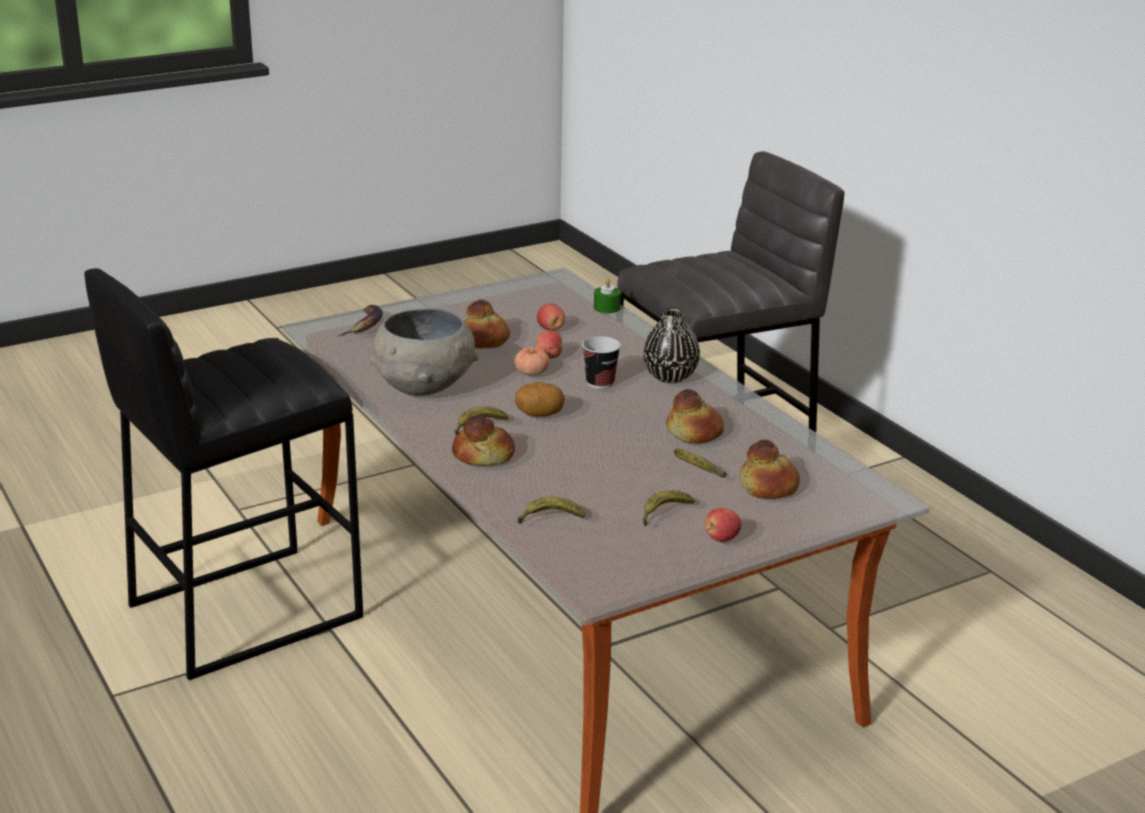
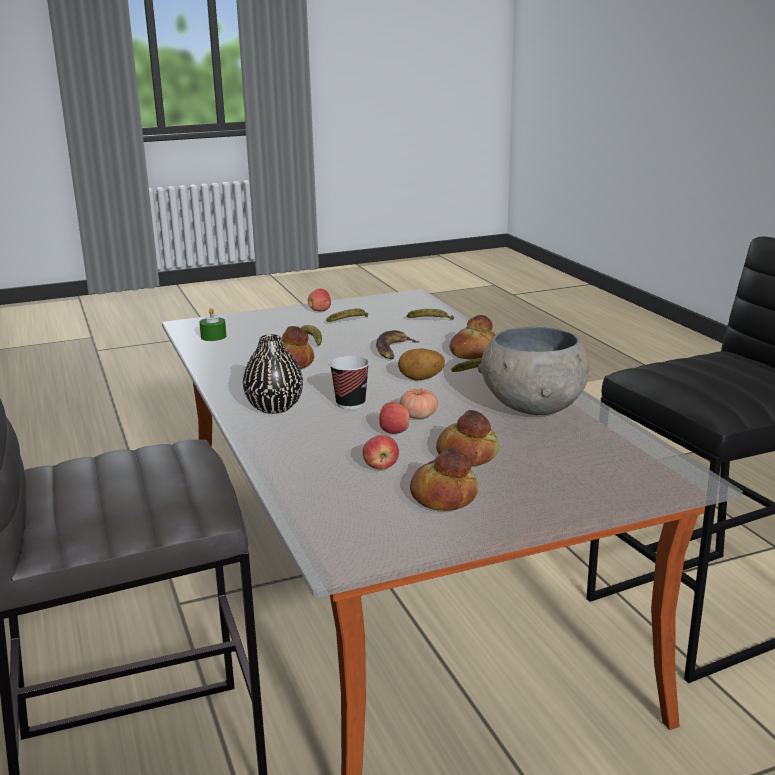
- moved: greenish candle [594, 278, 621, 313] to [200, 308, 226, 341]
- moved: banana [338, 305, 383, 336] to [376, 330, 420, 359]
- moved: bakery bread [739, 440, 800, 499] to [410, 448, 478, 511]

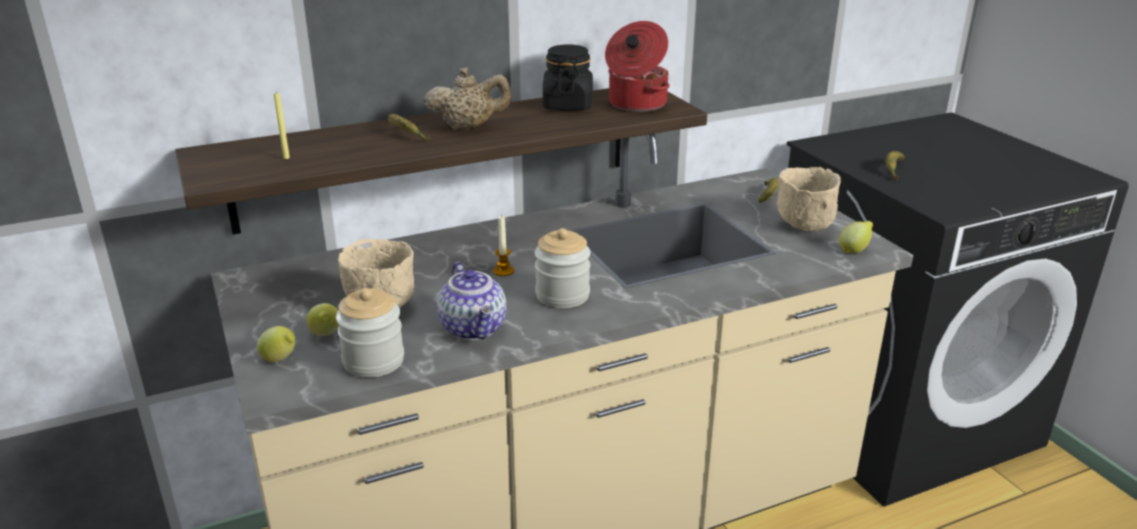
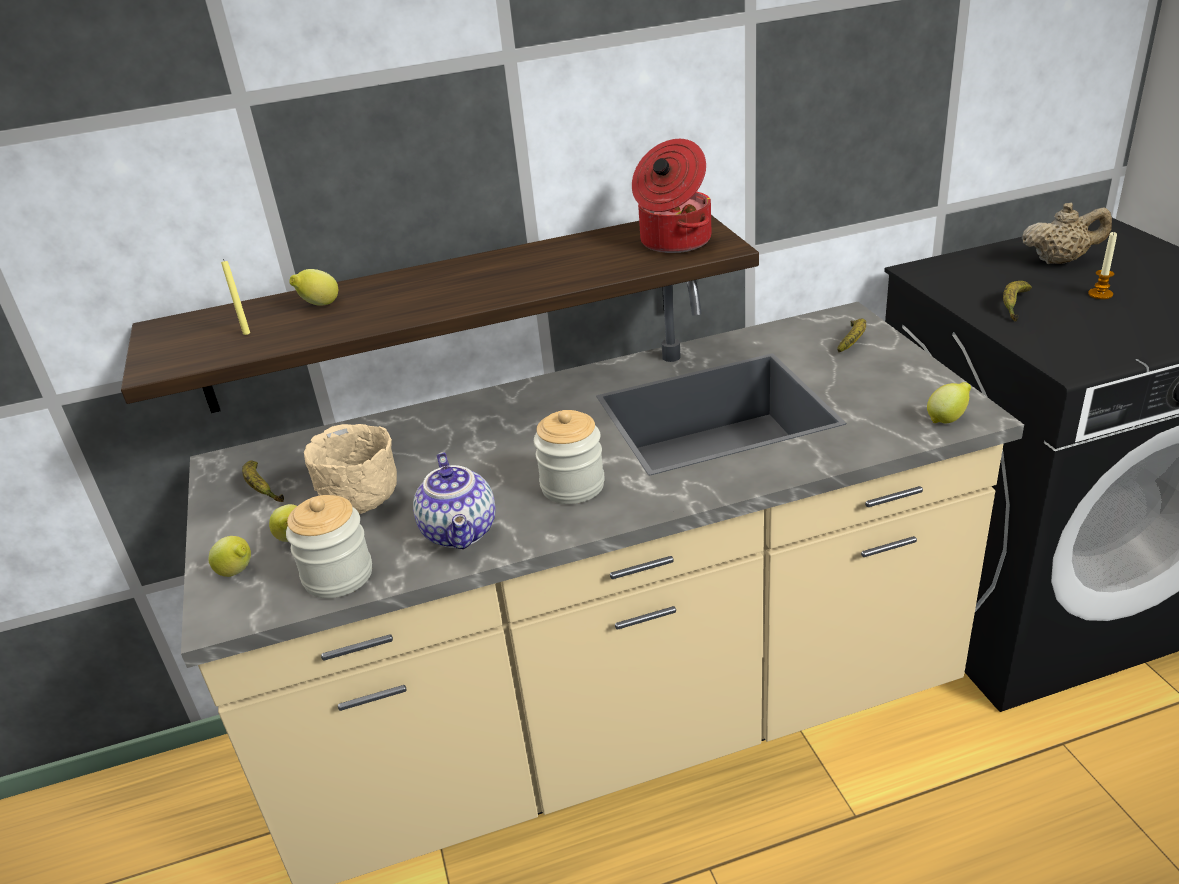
- removed: black-coloured storage jar [543, 44, 593, 110]
- moved: sand-coloured tea pot [424, 68, 511, 130] to [1022, 203, 1112, 264]
- moved: banana [388, 114, 431, 142] to [242, 460, 284, 502]
- removed: sand-coloured deep dish [777, 167, 841, 231]
- moved: candle [493, 215, 514, 276] to [1088, 232, 1117, 299]
- added: citrus fruit [289, 269, 338, 306]

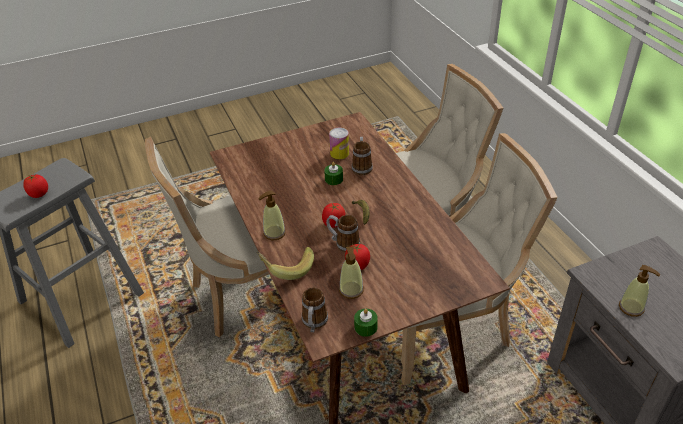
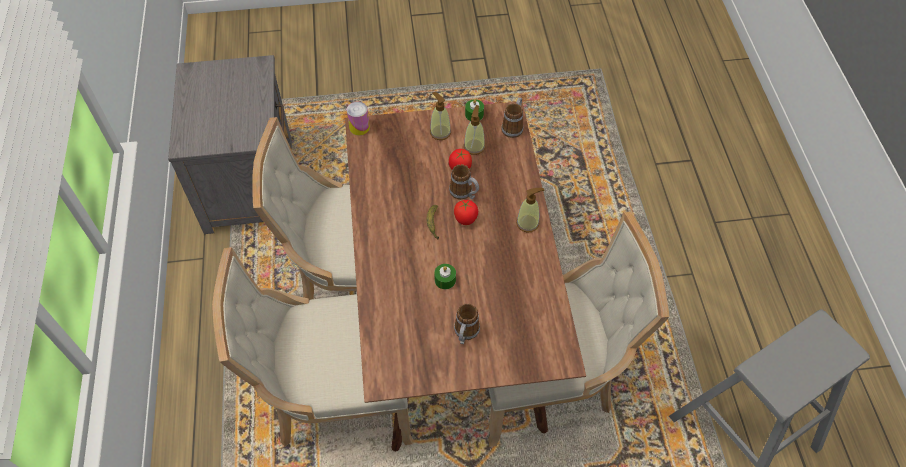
- moved: sealed can [329, 128, 349, 160] to [347, 101, 370, 136]
- moved: mug [352, 137, 373, 175] to [454, 303, 480, 344]
- removed: fresh tomato [23, 174, 48, 198]
- removed: banana [256, 247, 314, 280]
- moved: soap bottle [619, 265, 660, 317] to [430, 92, 451, 140]

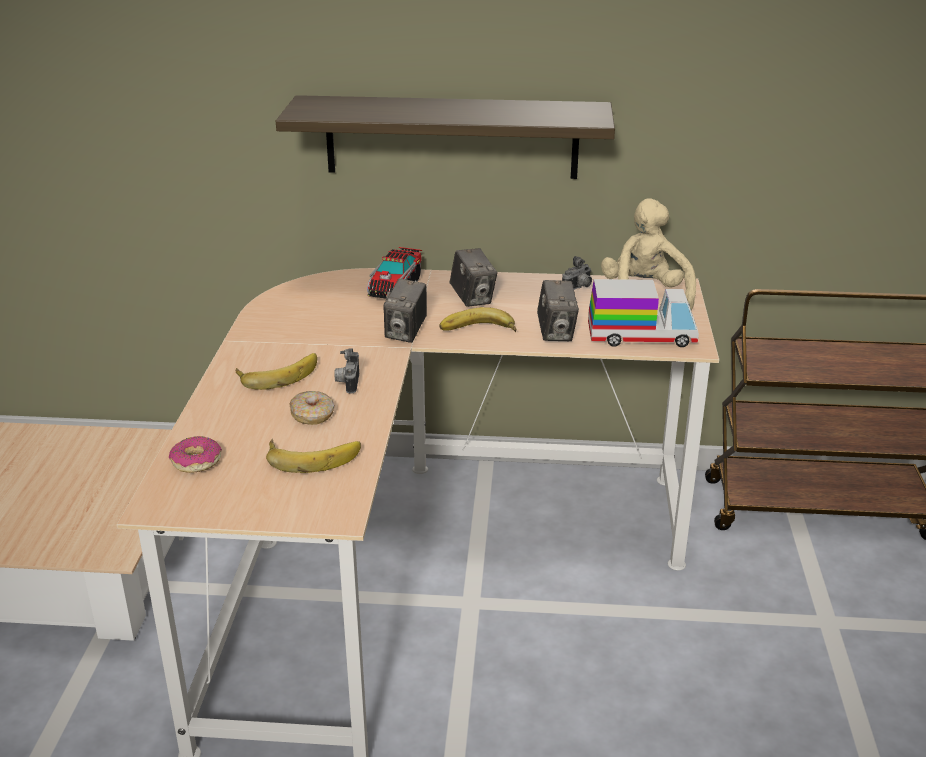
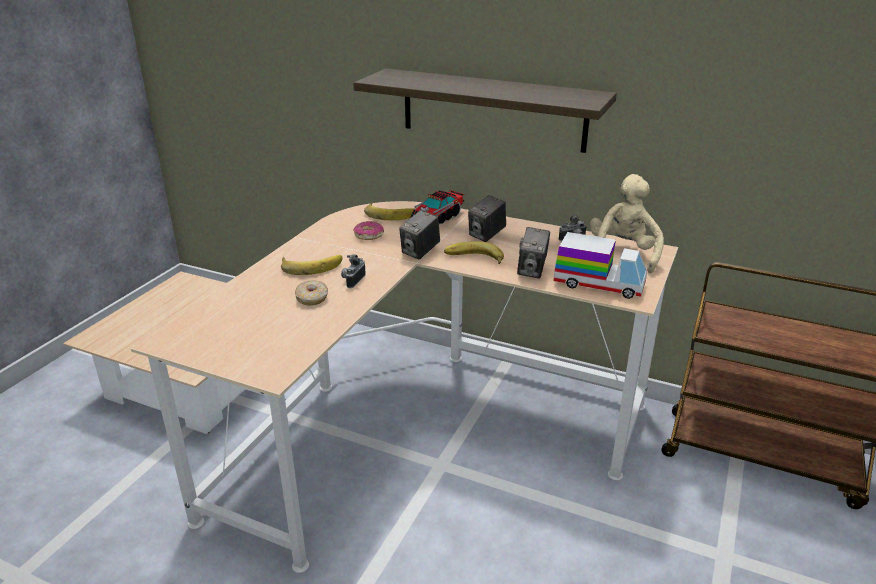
- turned: still camera [450, 248, 497, 307] = [468, 195, 506, 242] 45 degrees clockwise
- moved: doughnut [169, 436, 222, 473] to [353, 221, 384, 240]
- moved: banana [266, 439, 361, 473] to [364, 202, 414, 220]

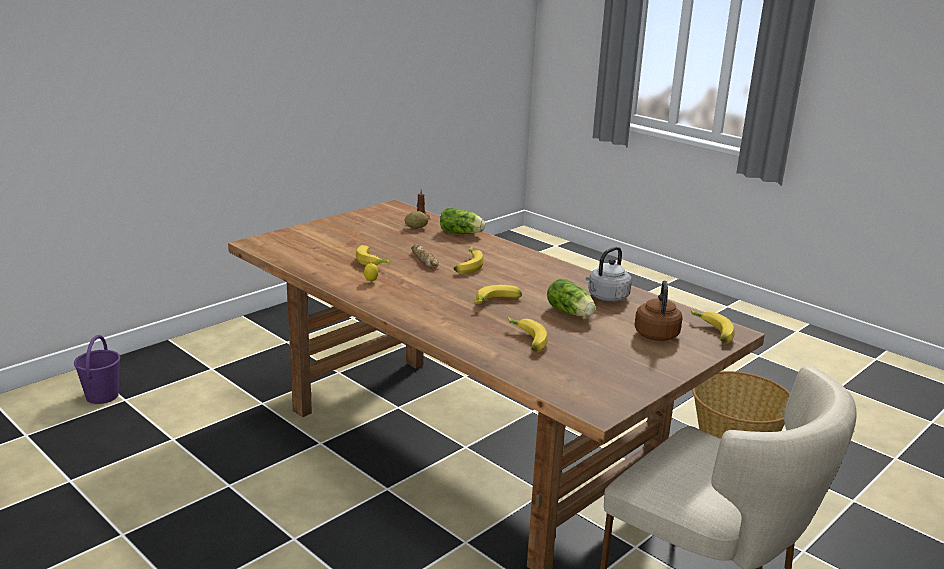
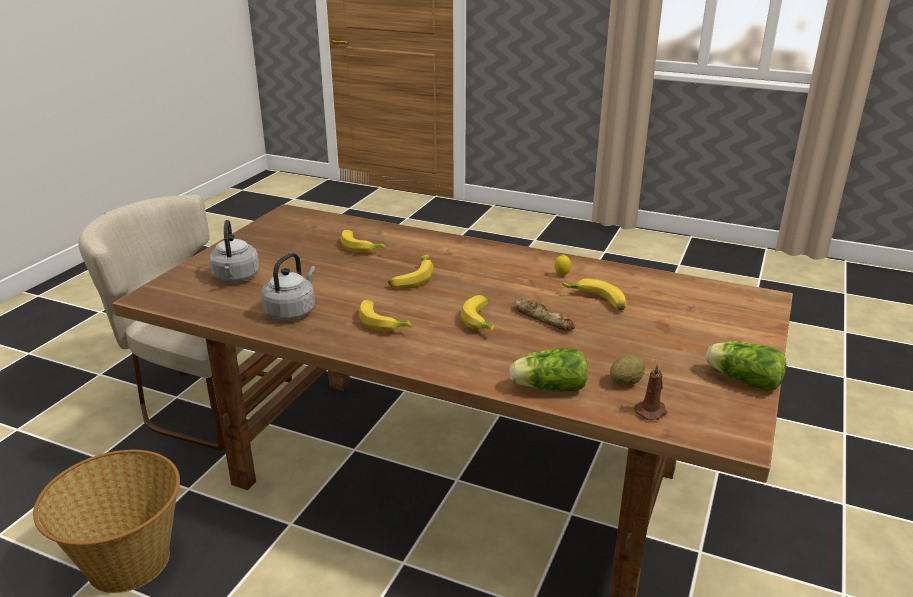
- moved: lettuce [547, 278, 596, 317] to [706, 341, 786, 391]
- recoloured: brownish water kettle [635, 280, 683, 341] to gray water kettle [209, 220, 259, 283]
- moved: banana [691, 310, 735, 344] to [359, 300, 412, 332]
- removed: purple bucket [74, 335, 120, 404]

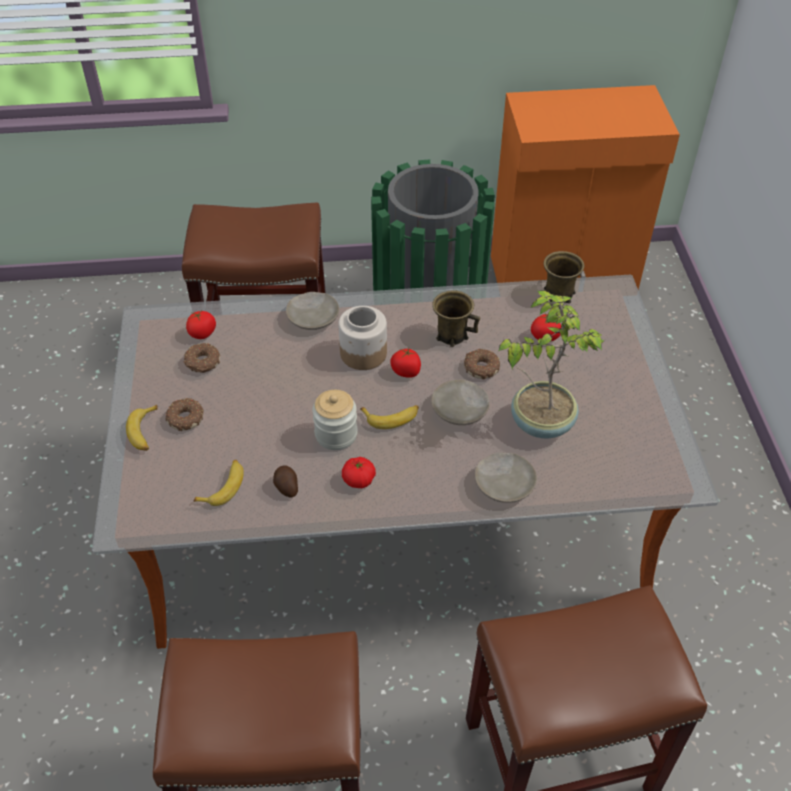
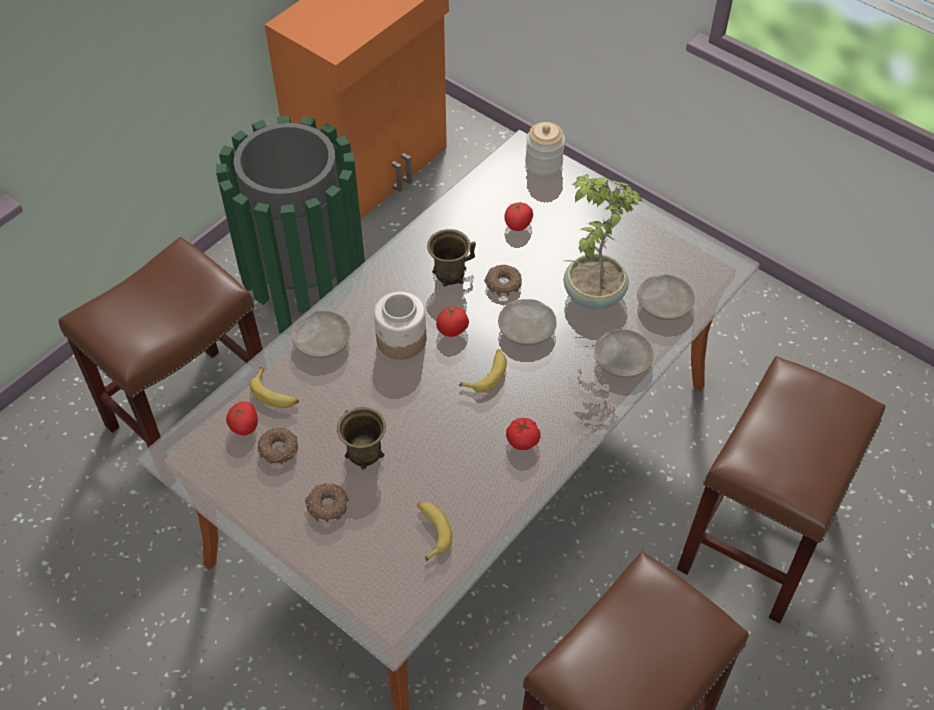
- moved: brownish mug [544, 251, 584, 303] to [337, 407, 386, 469]
- moved: storage jar [312, 390, 358, 450] to [525, 122, 565, 176]
- moved: banana [126, 405, 158, 451] to [250, 367, 299, 408]
- removed: whole potato [273, 465, 298, 497]
- added: sand-coloured flat dish [637, 274, 695, 320]

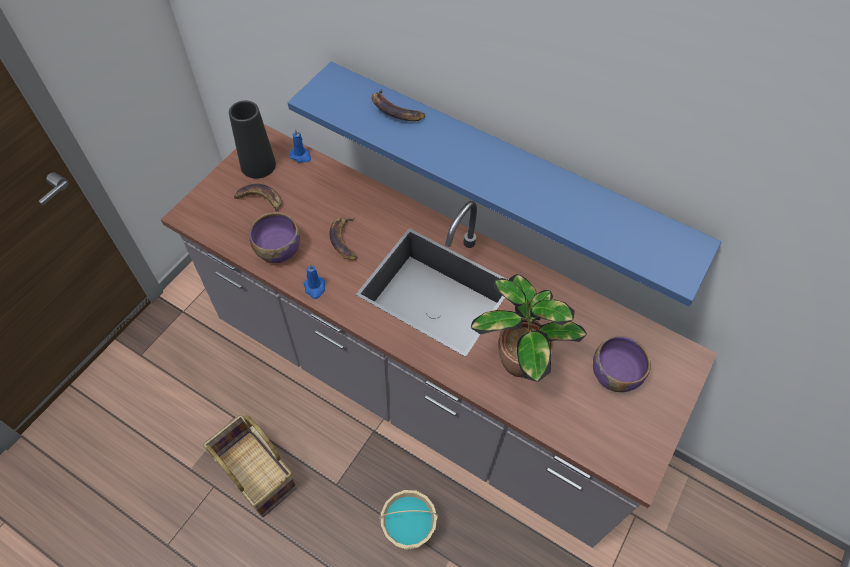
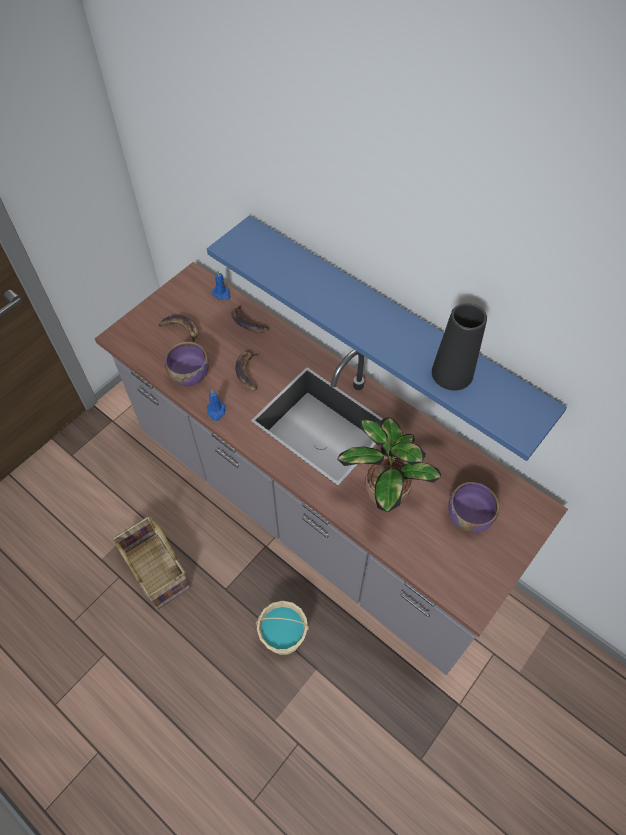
- moved: banana [372, 89, 425, 121] to [231, 304, 269, 333]
- moved: black-coloured flower vase [229, 101, 276, 179] to [432, 303, 487, 391]

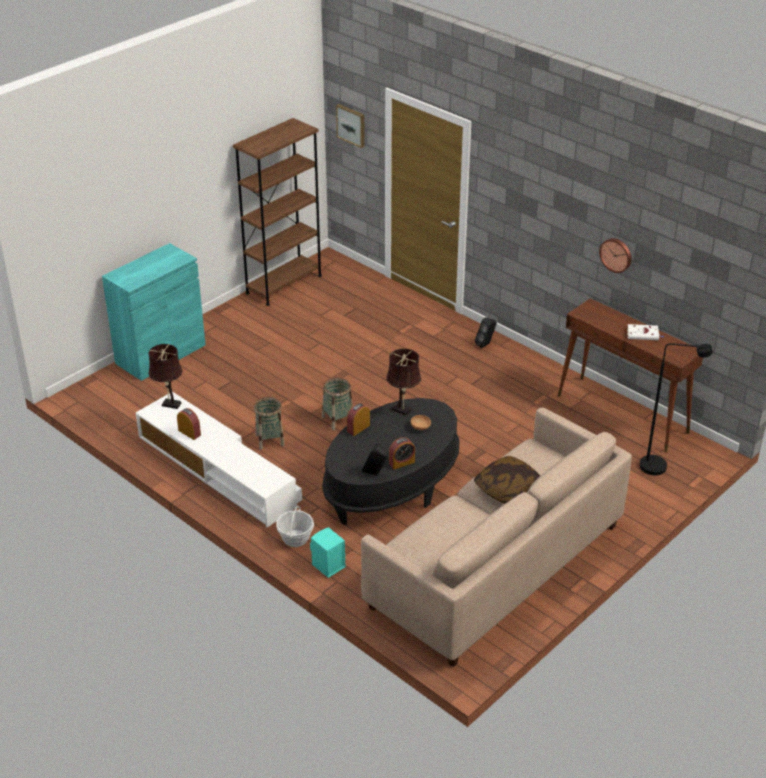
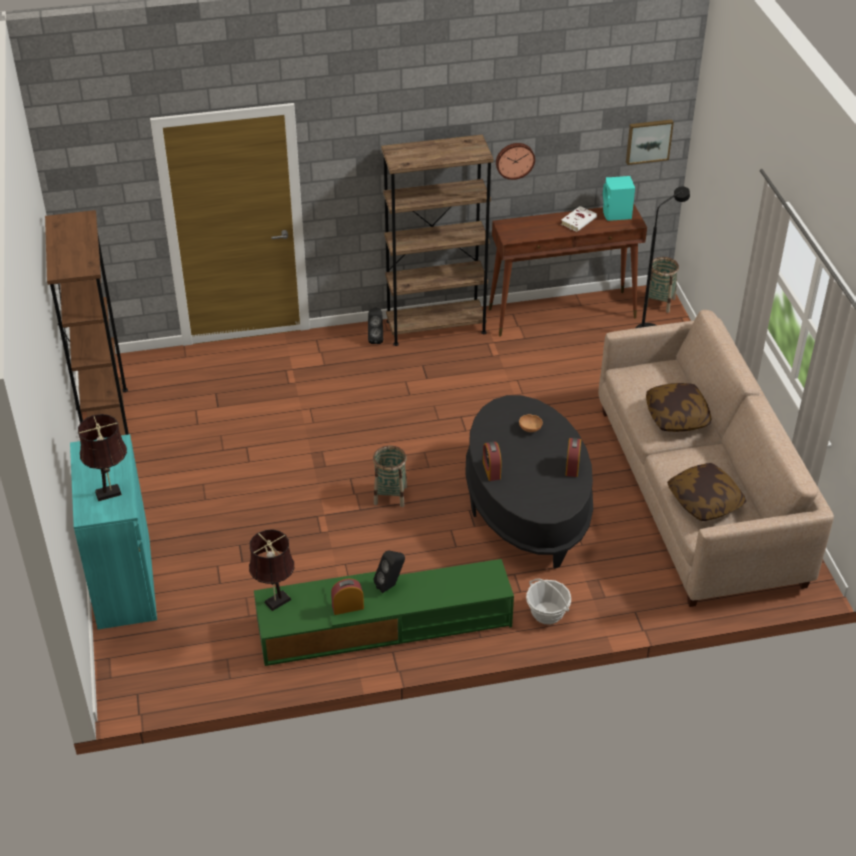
- moved: wall picture [336, 104, 365, 148] to [626, 119, 674, 165]
- moved: brownish tabletop lamp [386, 349, 421, 416] to [78, 414, 127, 501]
- recoloured: white tv stand [136, 392, 302, 527] to greenish tv stand [254, 559, 514, 666]
- moved: household basket [254, 397, 285, 450] to [647, 257, 679, 313]
- moved: black-coloured audio speaker [362, 443, 388, 475] to [373, 550, 405, 593]
- moved: turquoise-coloured audio speaker [310, 527, 345, 578] to [603, 176, 635, 221]
- added: brownish shelving unit [381, 134, 494, 346]
- added: pillow [667, 463, 746, 521]

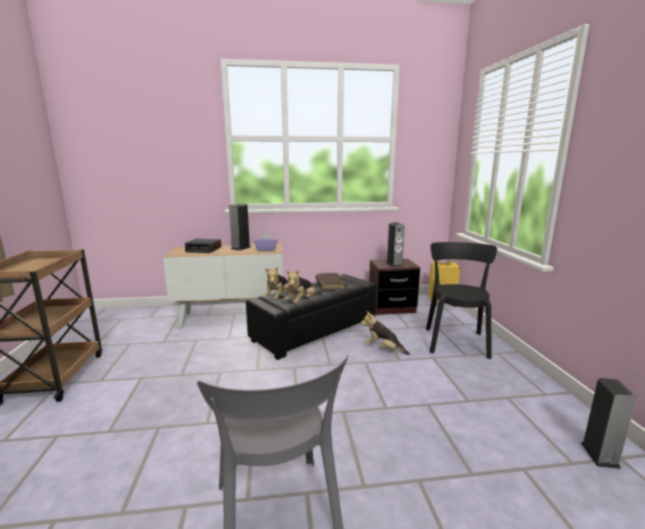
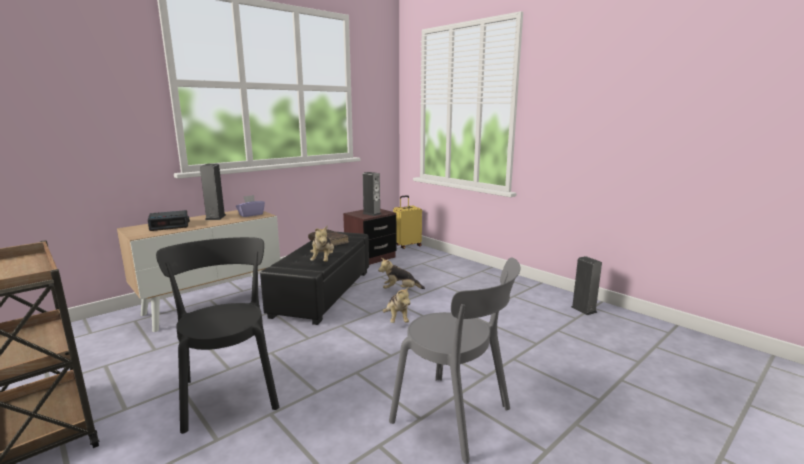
- moved: black-coloured upright chair [426, 242, 497, 359] to [156, 237, 279, 434]
- moved: plush toy [263, 267, 290, 300] to [383, 286, 410, 323]

